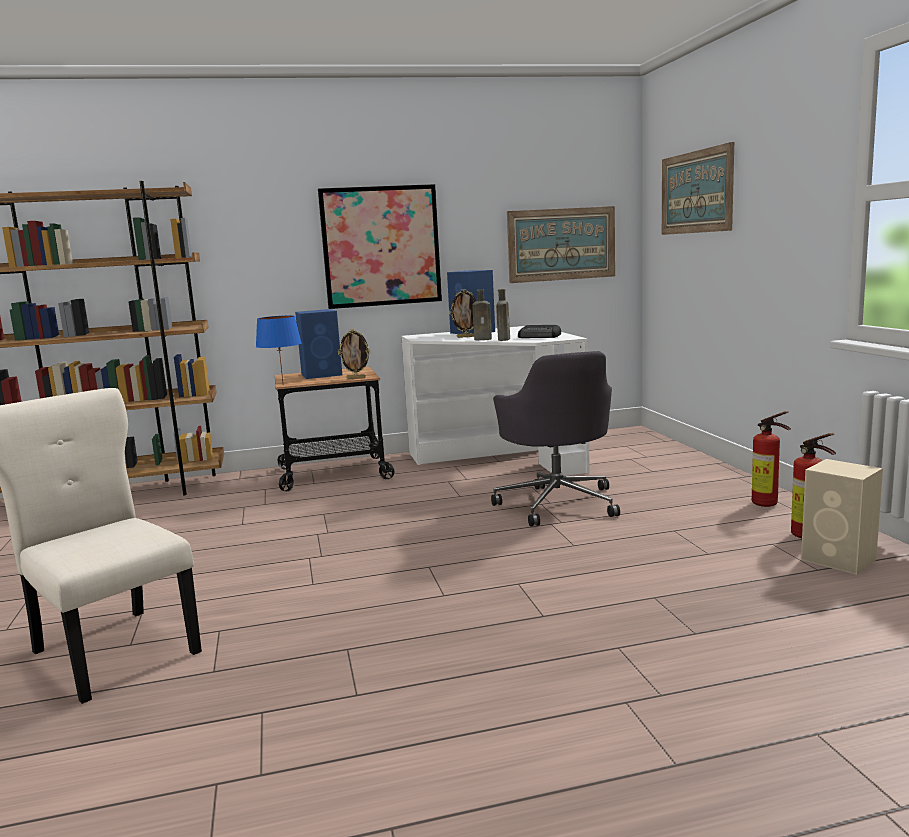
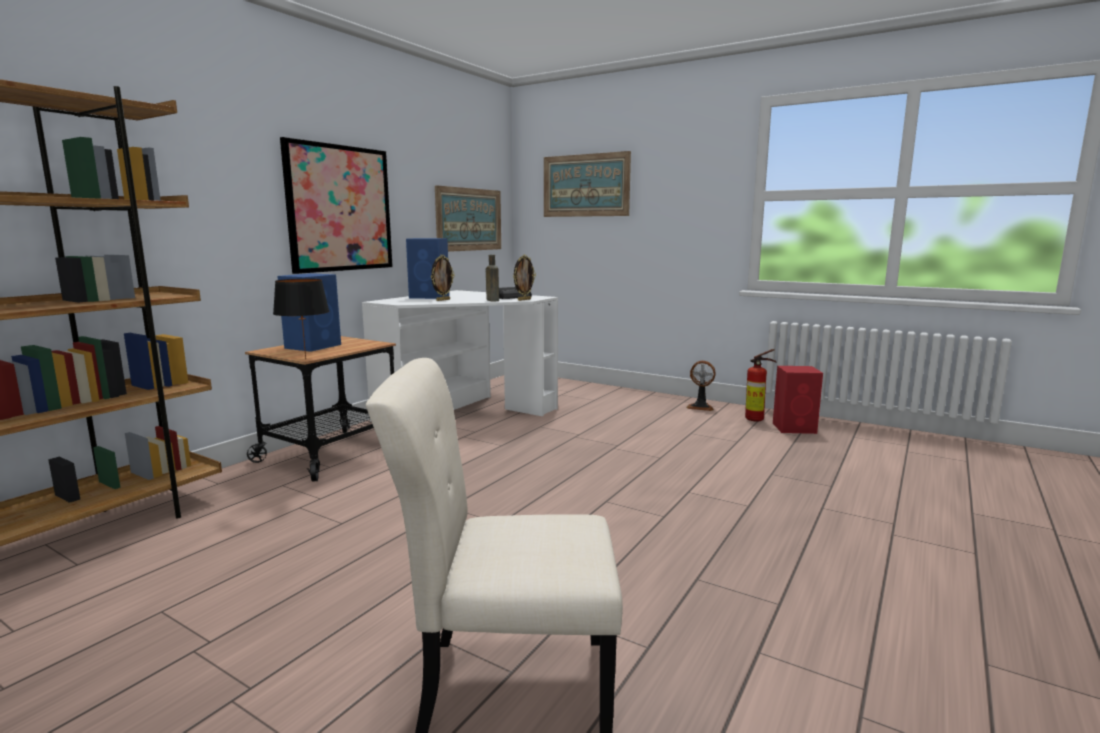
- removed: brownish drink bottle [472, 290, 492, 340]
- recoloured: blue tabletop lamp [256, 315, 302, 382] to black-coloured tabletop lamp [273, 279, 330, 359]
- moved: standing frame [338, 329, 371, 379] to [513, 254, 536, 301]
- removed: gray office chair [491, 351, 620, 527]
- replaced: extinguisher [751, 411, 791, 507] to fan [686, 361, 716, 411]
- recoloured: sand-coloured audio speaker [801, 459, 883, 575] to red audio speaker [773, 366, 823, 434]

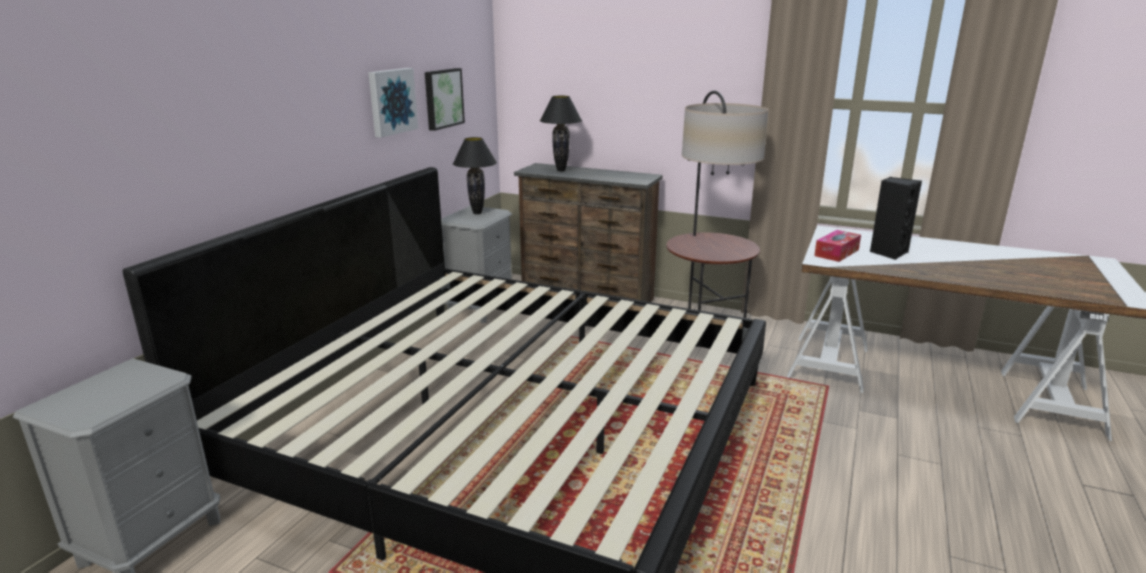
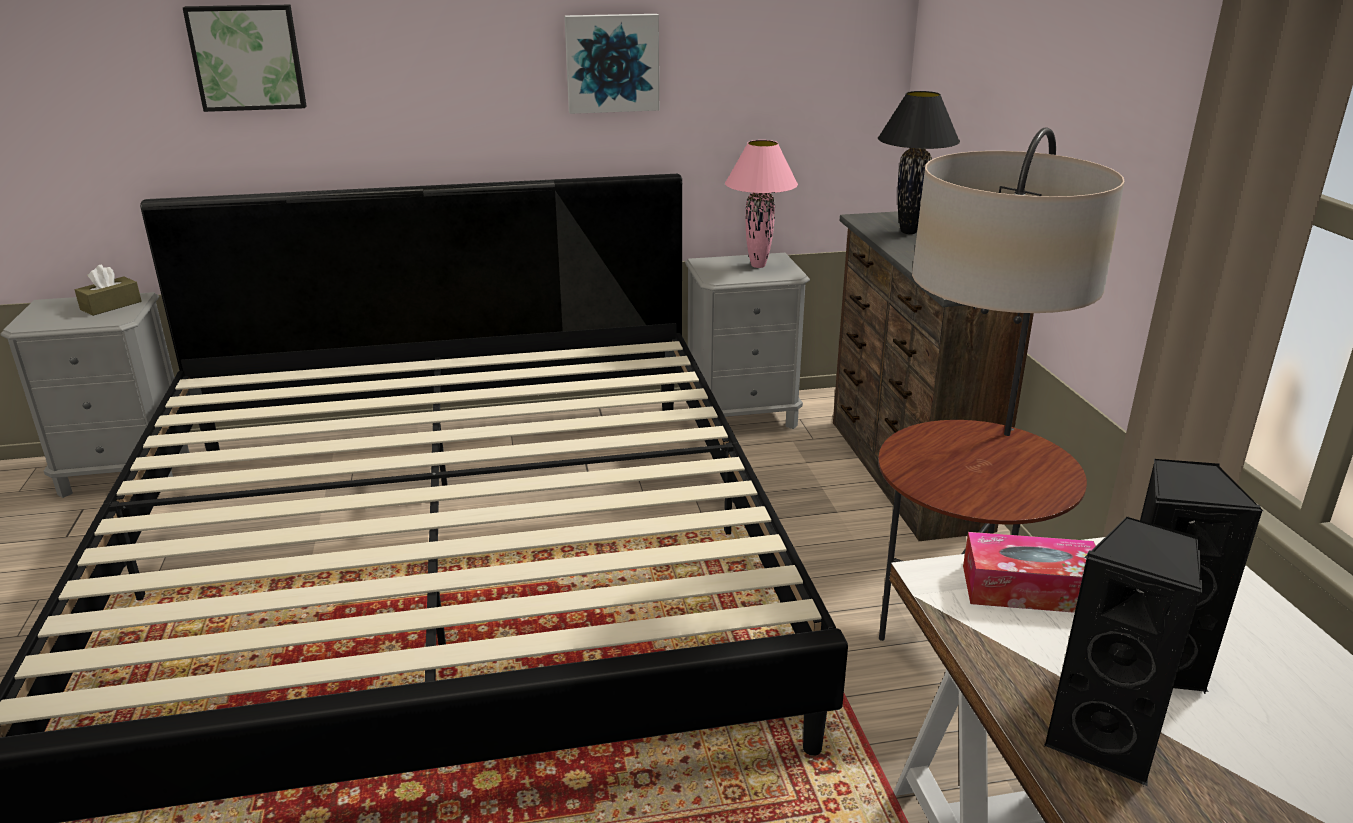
- moved: wall picture [425, 68, 465, 131] to [183, 5, 307, 112]
- recoloured: black-coloured tabletop lamp [453, 137, 497, 214] to pink-coloured tabletop lamp [725, 140, 798, 268]
- added: brownish tissue holder [75, 265, 142, 316]
- added: black-coloured audio speaker [1044, 517, 1203, 786]

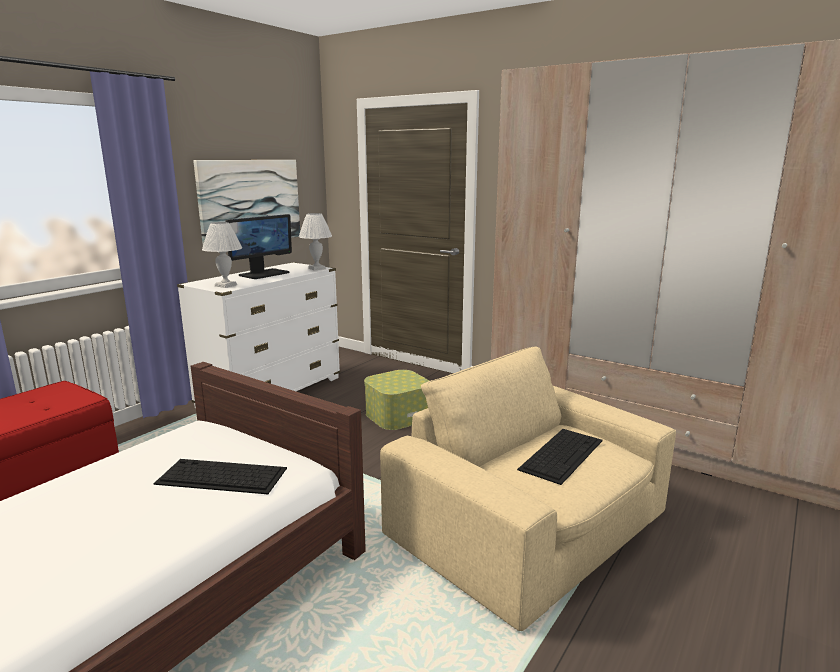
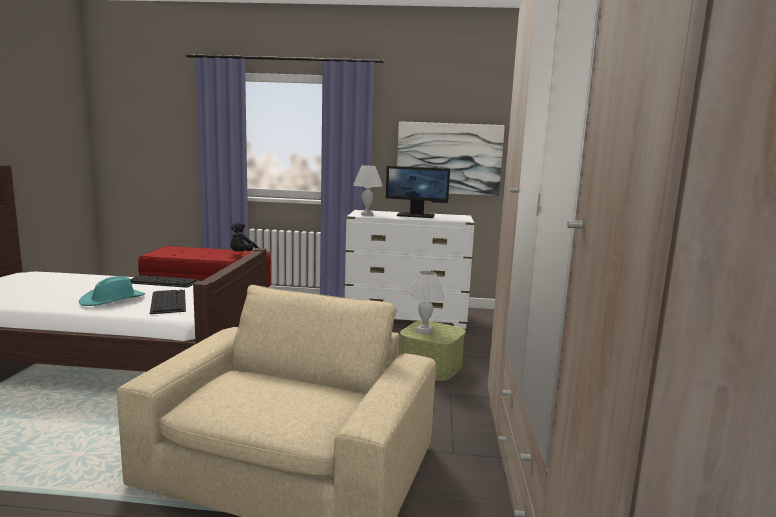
- moved: white tabletop lamp [299, 213, 332, 270] to [408, 271, 445, 334]
- moved: computer keyboard [517, 429, 603, 485] to [130, 275, 201, 288]
- added: black-coloured plush toy [231, 222, 259, 252]
- added: turquoise-coloured wearable hat [79, 276, 145, 306]

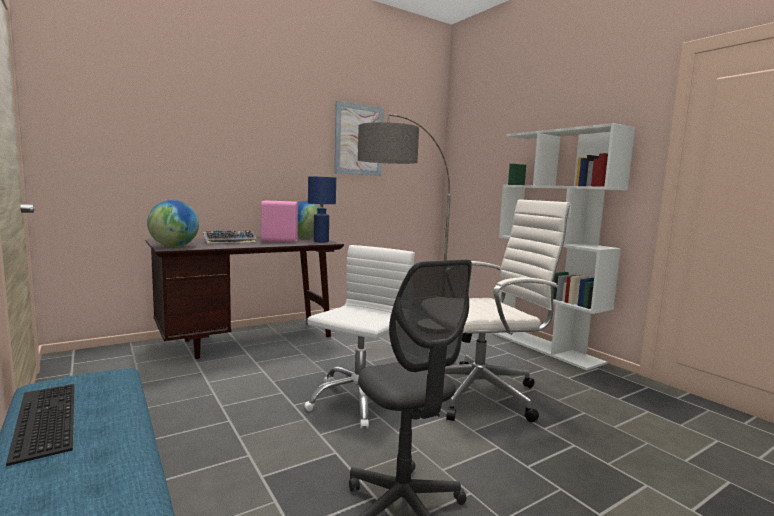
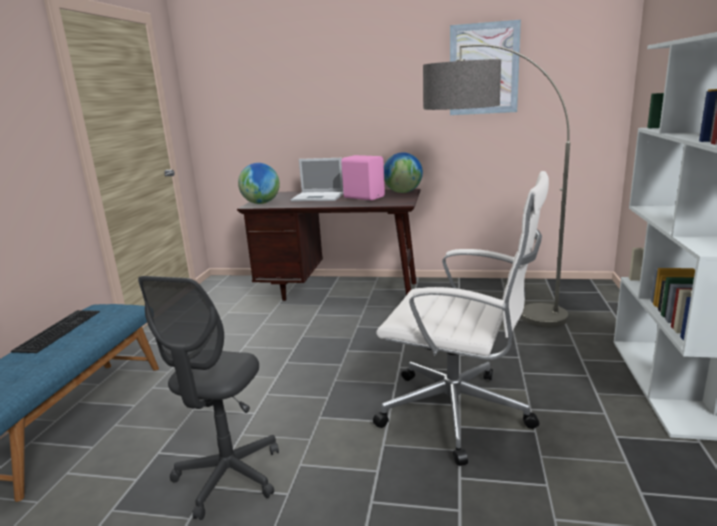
- removed: blue tabletop lamp [308, 176, 336, 242]
- replaced: computer keyboard [203, 230, 257, 244] to notebook computer [291, 158, 343, 201]
- removed: white office chair [304, 245, 415, 428]

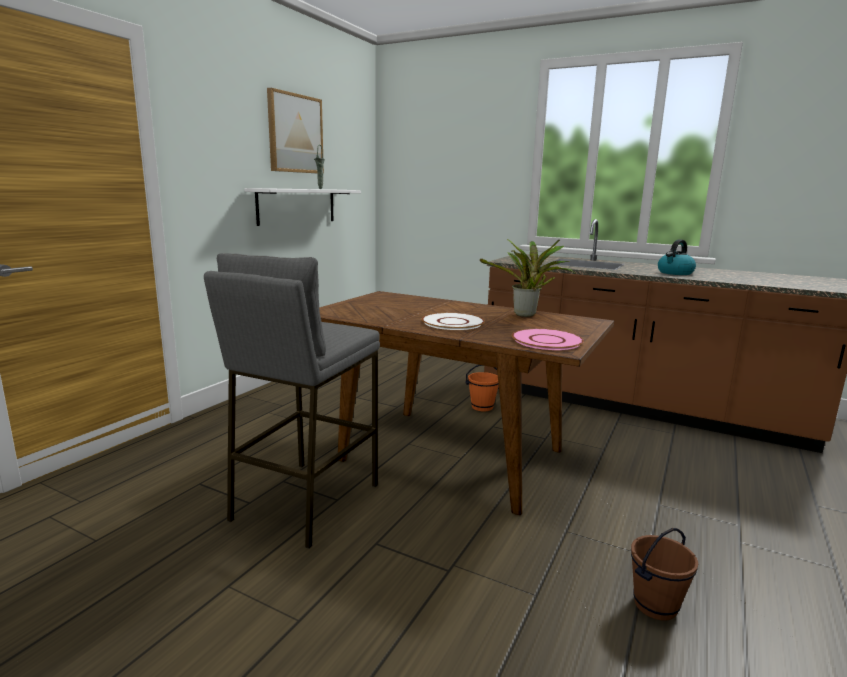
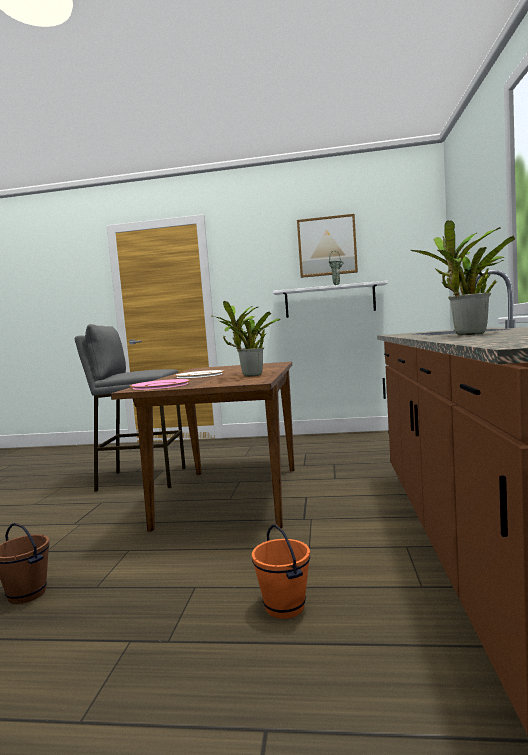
- replaced: water kettle [658, 239, 696, 275] to potted plant [411, 220, 515, 335]
- moved: orange-coloured bucket [465, 365, 499, 412] to [252, 524, 310, 619]

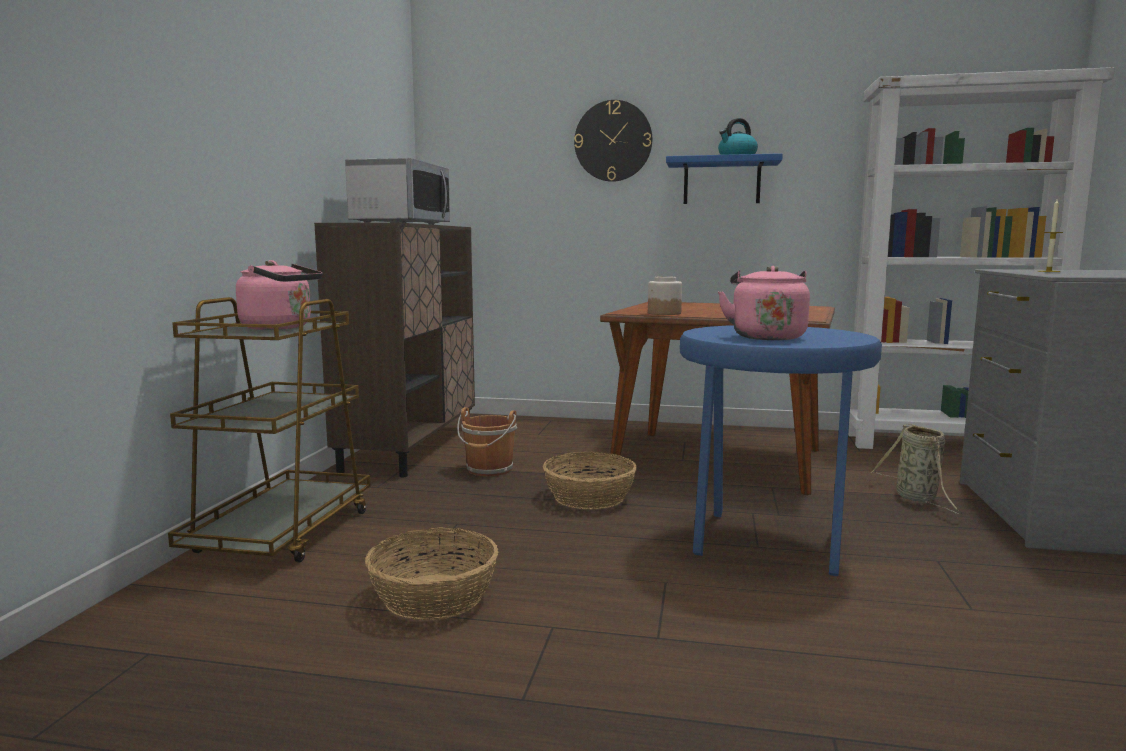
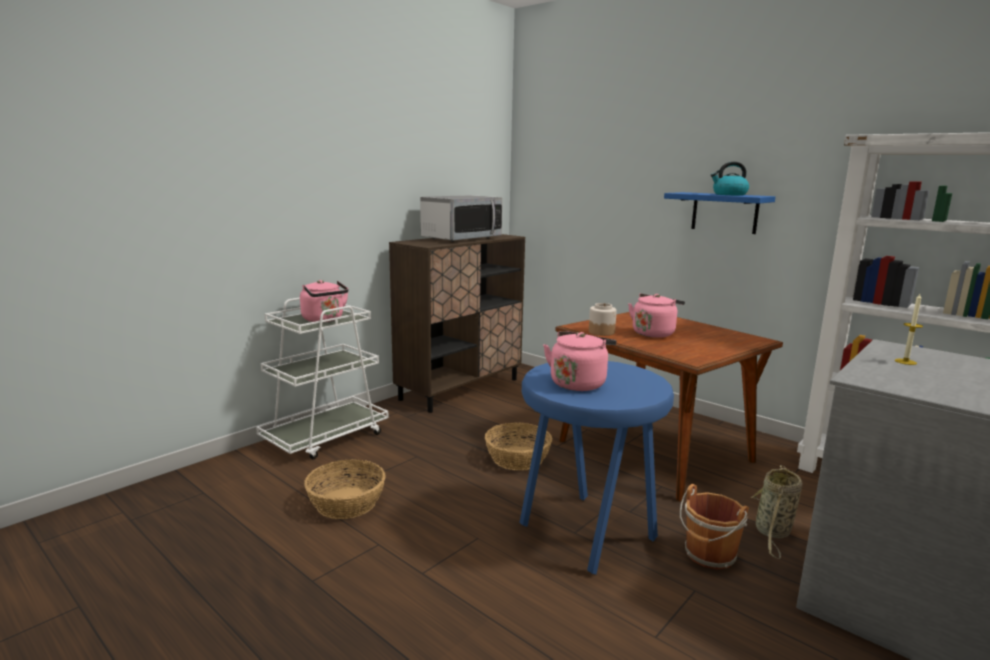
- removed: clock on the wall [574, 100, 652, 182]
- recoloured: brownish trolley [168, 297, 371, 562] to white trolley [256, 297, 389, 460]
- moved: brownish bucket [457, 407, 517, 477] to [680, 484, 749, 570]
- added: pink-coloured water kettle [628, 293, 685, 338]

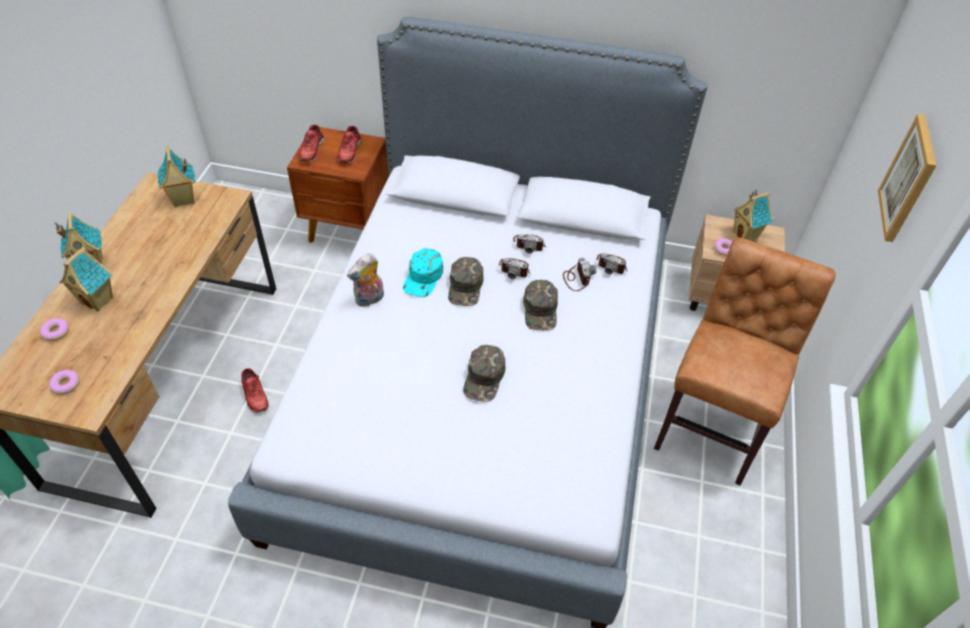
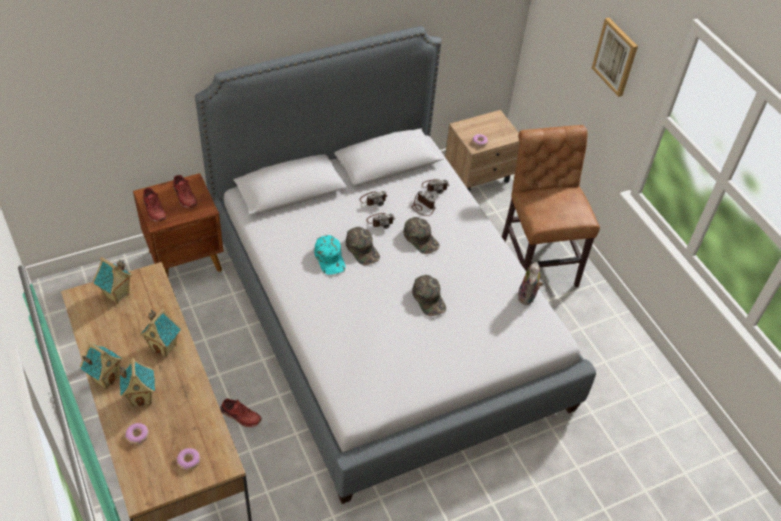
- moved: model house [733, 189, 773, 240] to [140, 308, 181, 357]
- moved: plush toy [347, 253, 384, 307] to [517, 262, 543, 305]

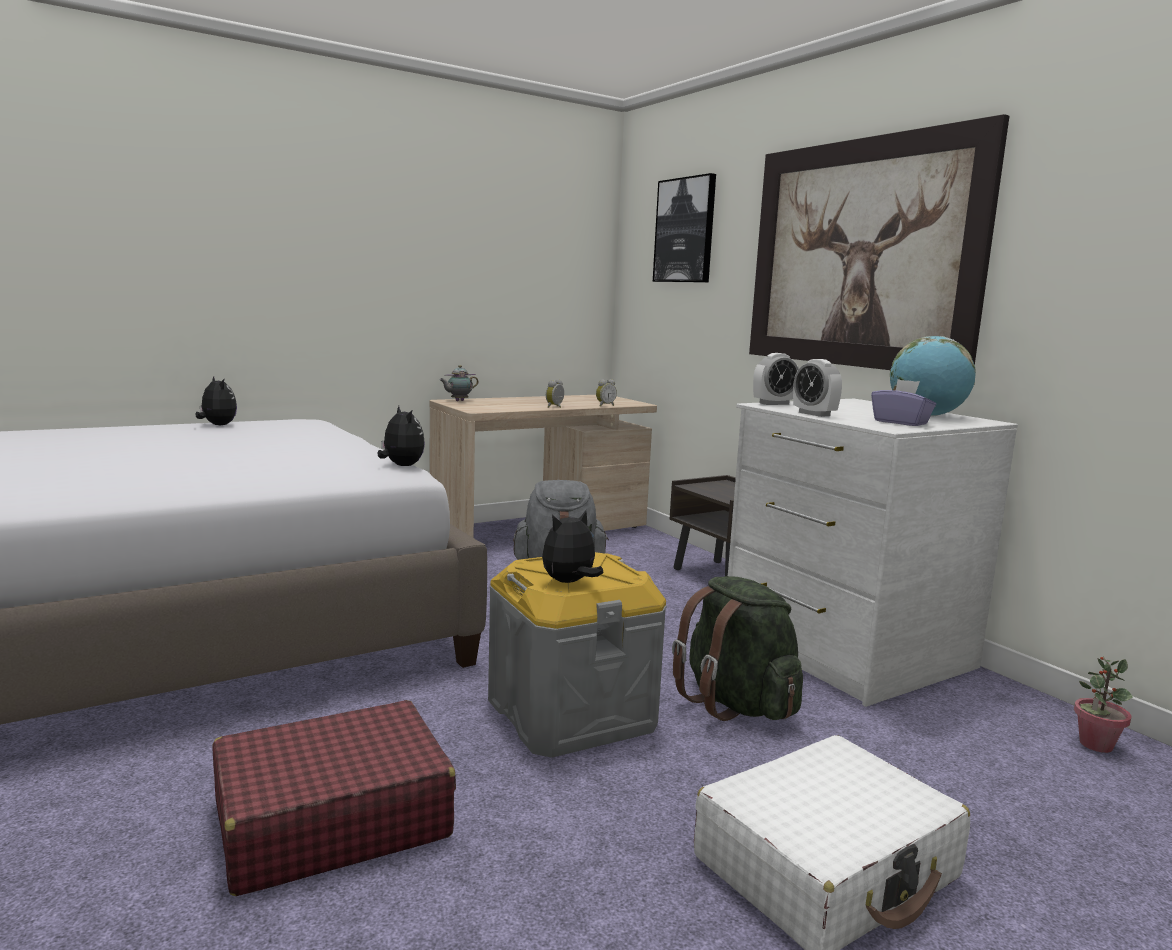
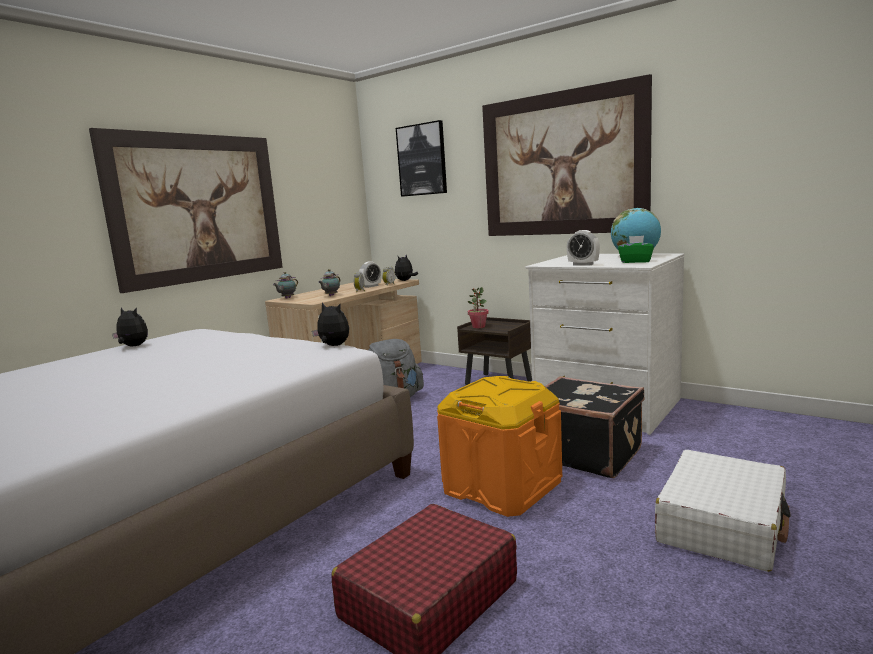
- moved: table clock [753, 353, 799, 405] to [359, 261, 381, 288]
- recoloured: purple tissue holder [871, 379, 936, 426] to greenish tissue holder [618, 235, 654, 263]
- moved: plush toy [542, 510, 603, 583] to [395, 255, 418, 281]
- recoloured: gray storage box [488, 552, 667, 758] to orange-coloured storage box [437, 376, 562, 517]
- replaced: greenish knapsack [672, 576, 803, 721] to black-coloured suitcase [545, 376, 645, 478]
- moved: potted plant [1074, 656, 1133, 753] to [467, 287, 489, 328]
- added: wall picture [89, 128, 283, 293]
- added: tea pot [318, 269, 340, 296]

